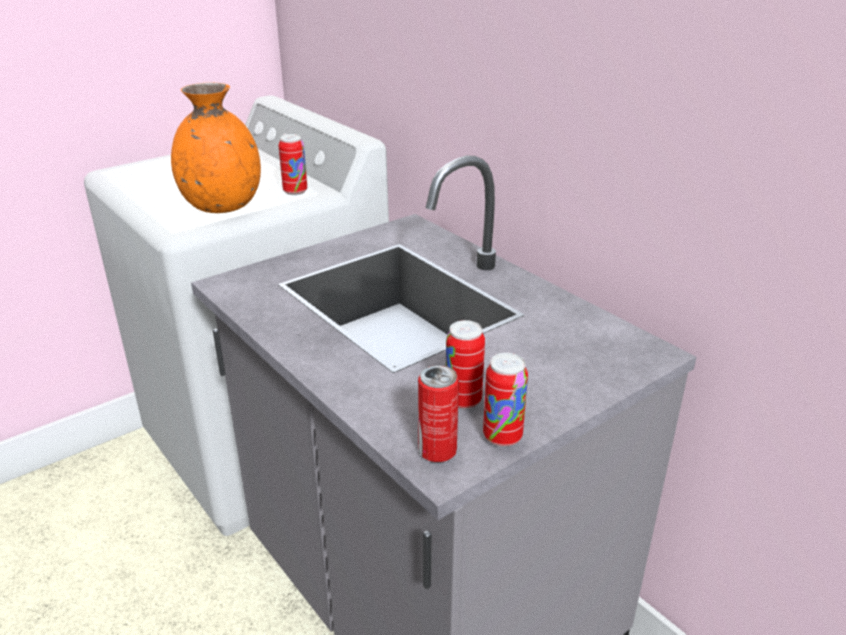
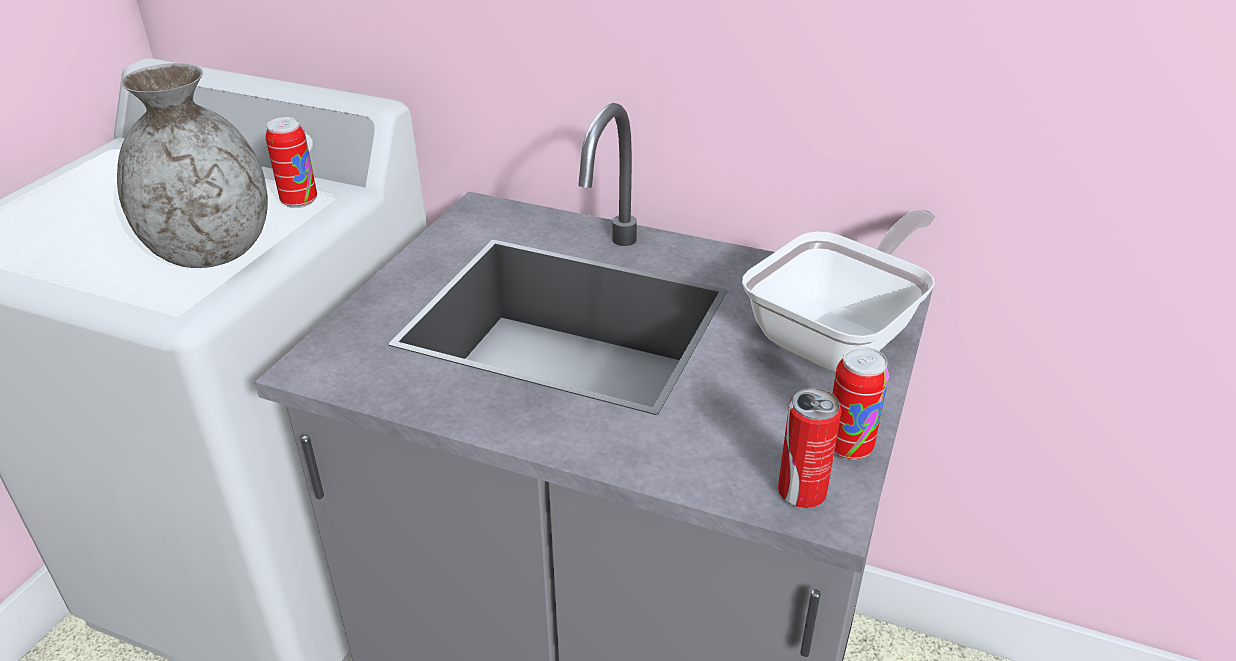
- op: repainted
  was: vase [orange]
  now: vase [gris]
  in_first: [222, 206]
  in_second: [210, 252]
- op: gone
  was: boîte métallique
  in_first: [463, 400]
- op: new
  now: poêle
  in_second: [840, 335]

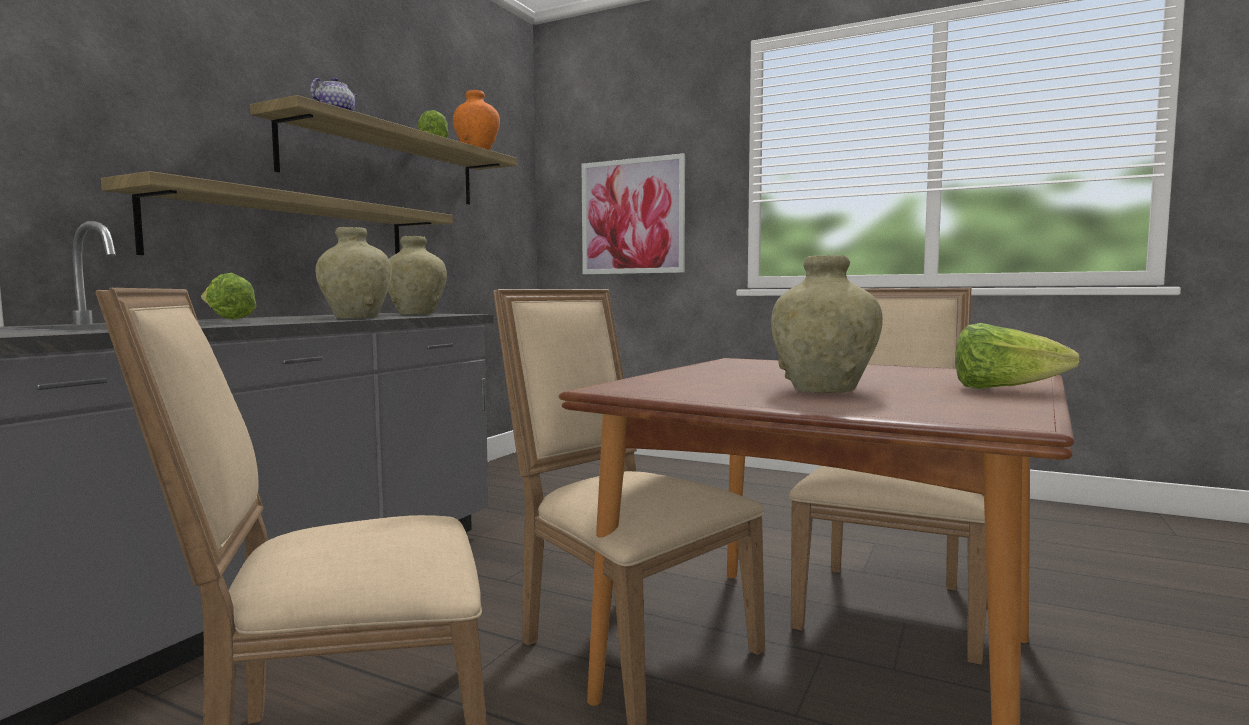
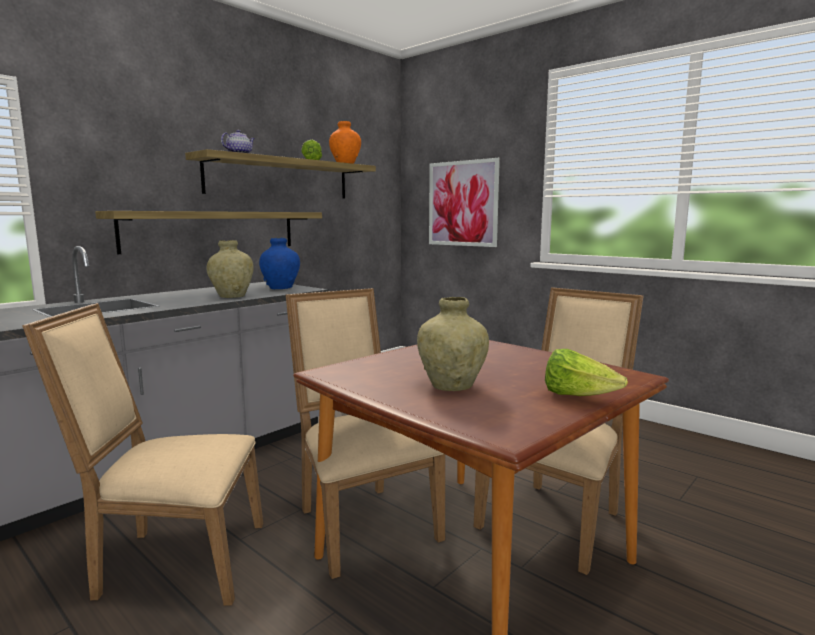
- op: repainted
  was: vase [beige]
  now: vase [bleu]
  in_first: [416, 314]
  in_second: [281, 288]
- op: gone
  was: laitue
  in_first: [226, 319]

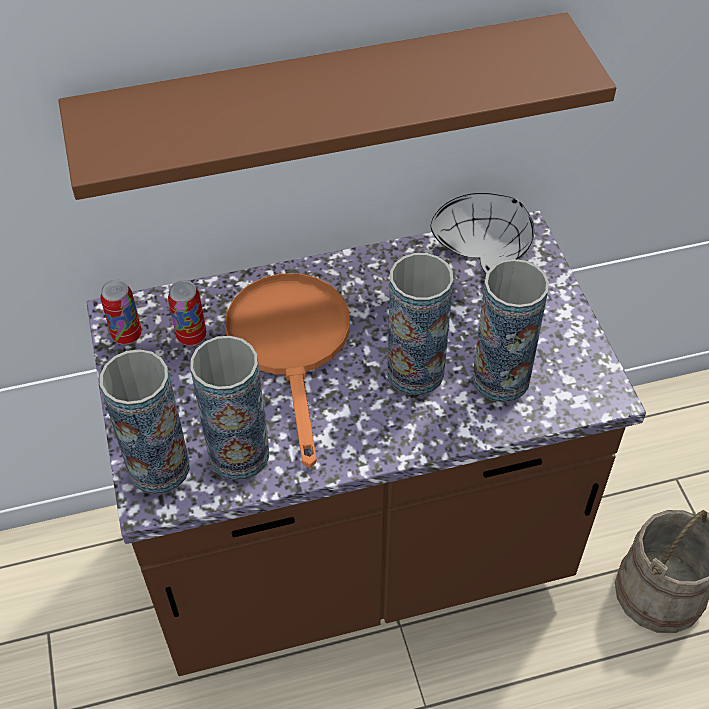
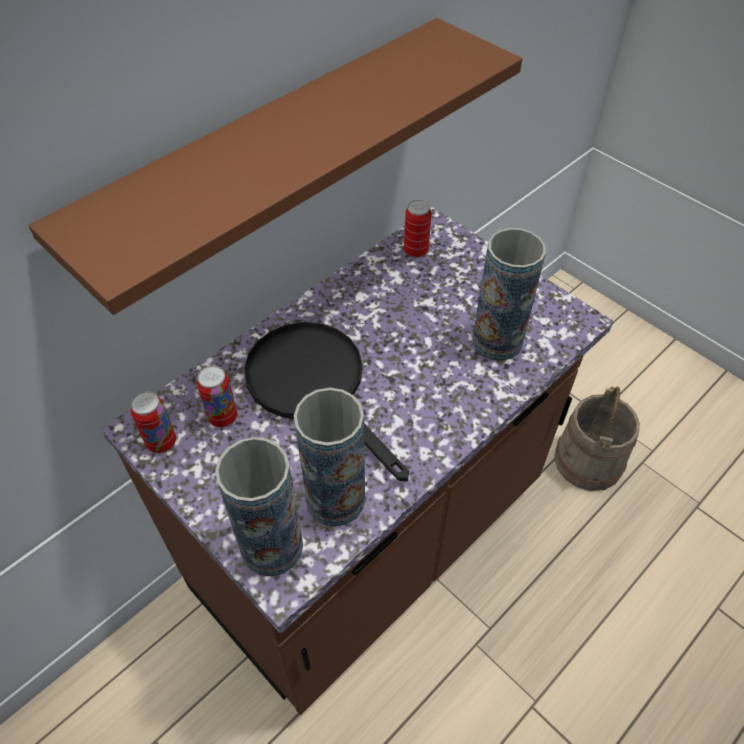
- op: swapped
  was: bol [blanc]
  now: boîte métallique
  in_first: [485, 252]
  in_second: [416, 251]
- op: gone
  was: vase
  in_first: [415, 372]
- op: repainted
  was: poêle [orange]
  now: poêle [noir]
  in_first: [292, 345]
  in_second: [316, 387]

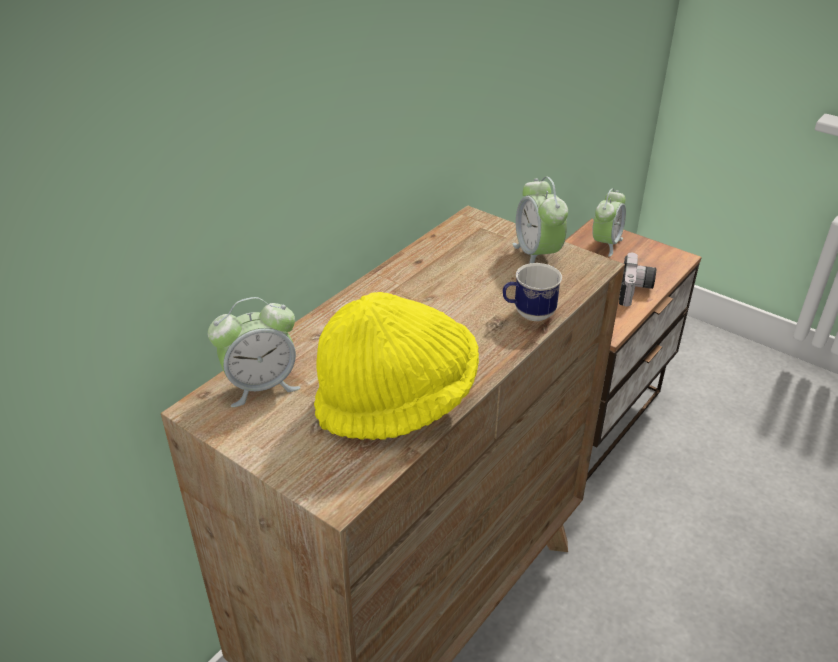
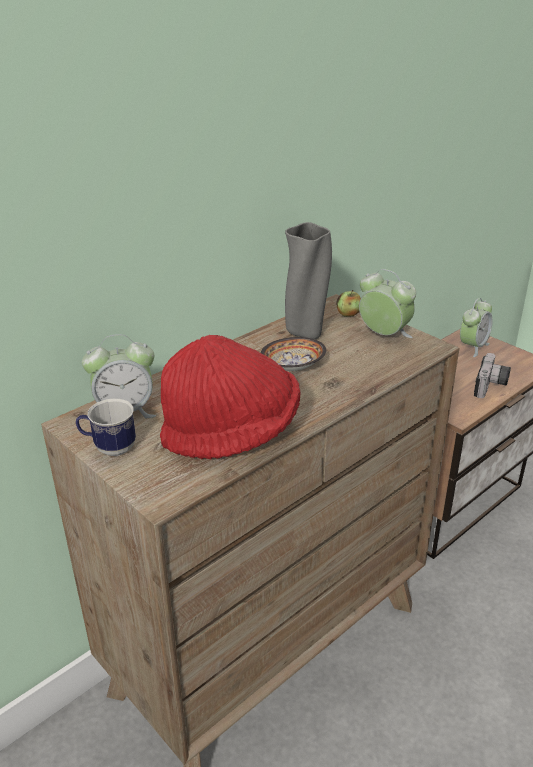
- op: rotated
  was: réveil
  in_first: [537, 255]
  in_second: [384, 335]
  clockwise: 135
- op: shifted
  was: mug
  in_first: [528, 314]
  in_second: [109, 448]
- op: repainted
  was: chapeau [jaune]
  now: chapeau [rouge]
  in_first: [397, 401]
  in_second: [231, 433]
- op: new
  now: vase [gris]
  in_second: [305, 333]
- op: new
  now: pomme
  in_second: [348, 314]
- op: new
  now: bol
  in_second: [291, 367]

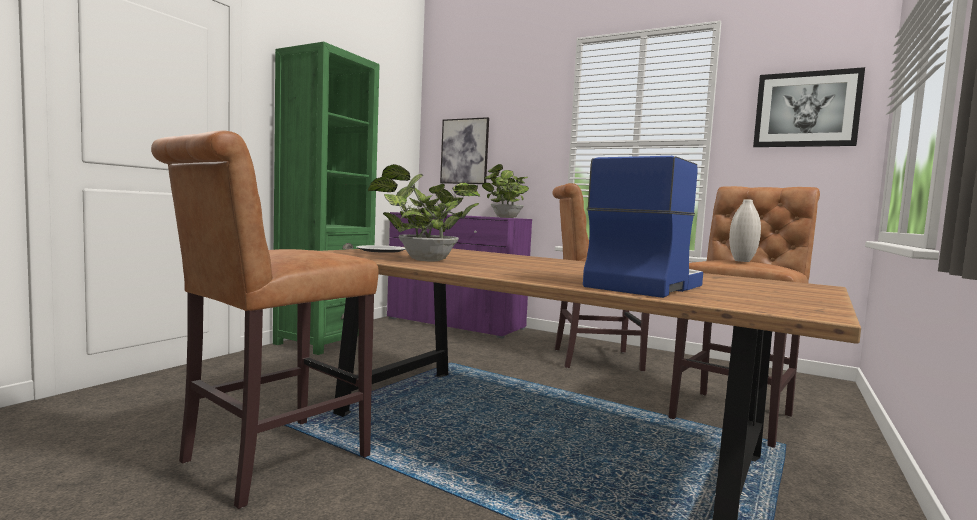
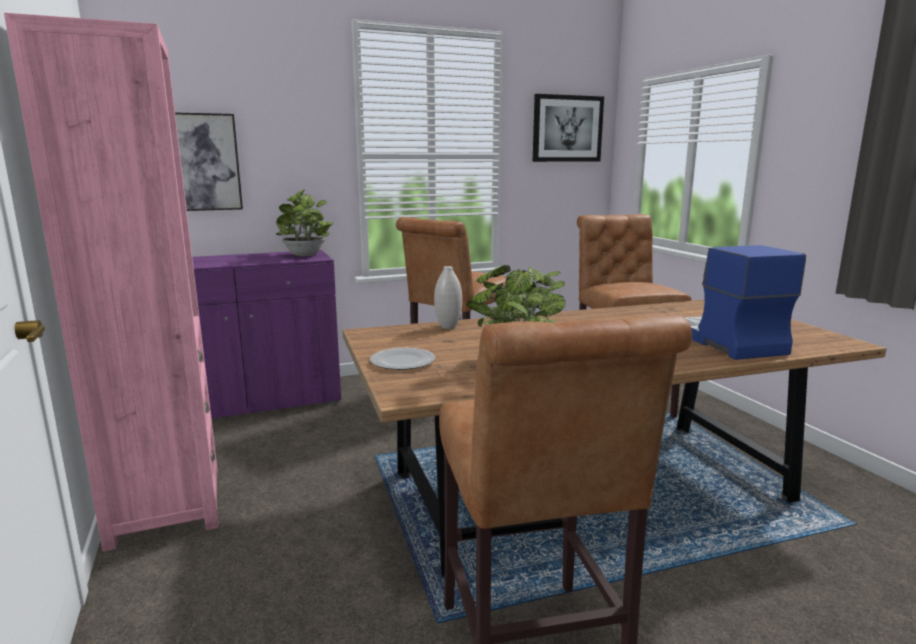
- op: repainted
  was: bibliothèque [vert]
  now: bibliothèque [rose]
  in_first: [323, 341]
  in_second: [166, 507]
- op: shifted
  was: vase [blanc]
  in_first: [742, 261]
  in_second: [448, 327]

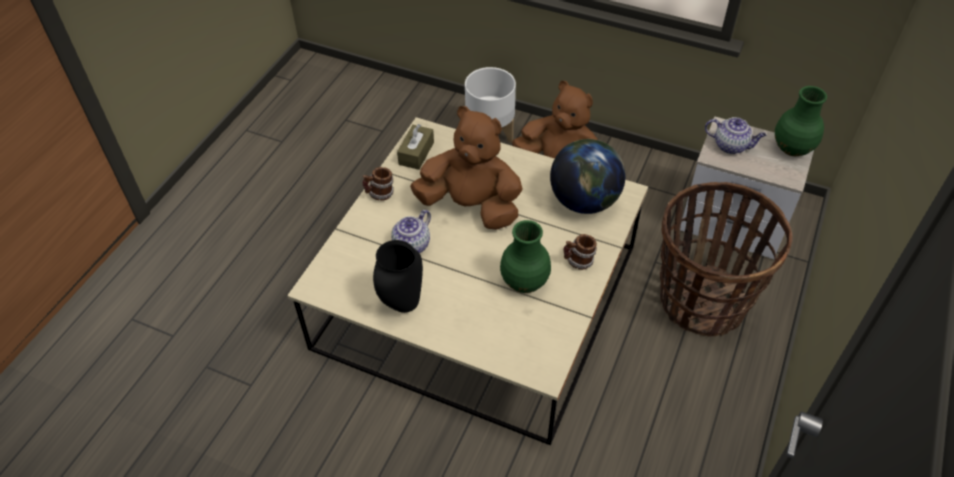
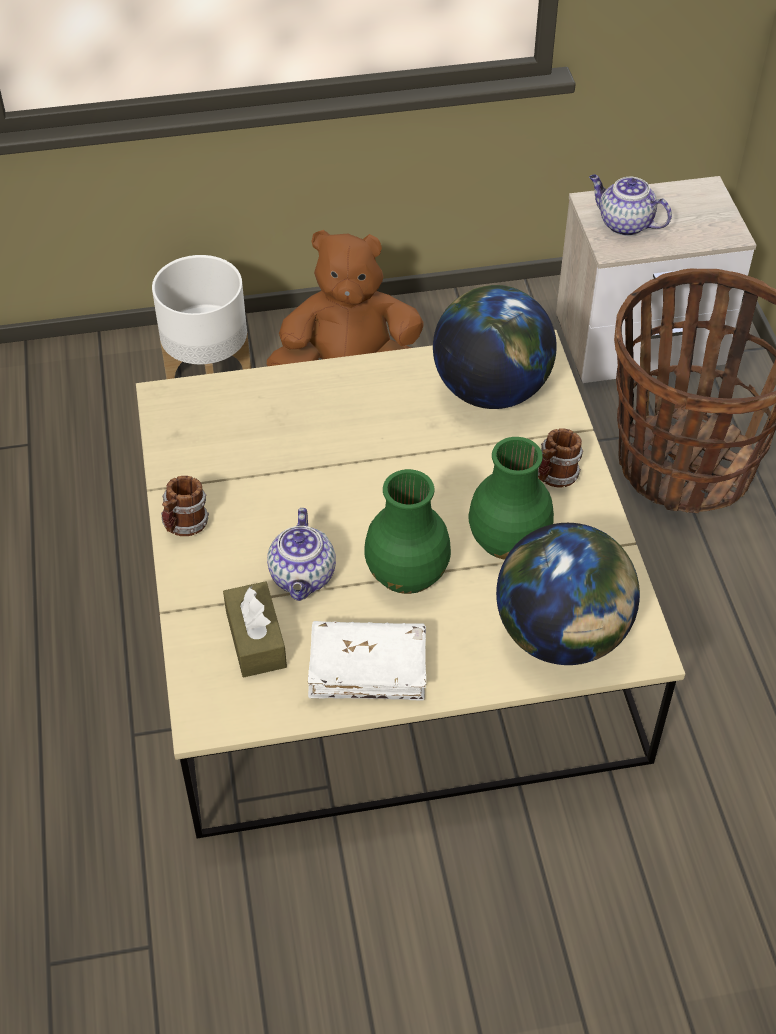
- op: shifted
  was: vase [vert]
  in_first: [791, 148]
  in_second: [405, 575]
- op: gone
  was: peluche [marron]
  in_first: [471, 206]
- op: rotated
  was: théière
  in_first: [731, 146]
  in_second: [624, 224]
  clockwise: -135
- op: shifted
  was: boîte à mouchoirs [marron]
  in_first: [416, 153]
  in_second: [256, 639]
- op: swapped
  was: vase [noir]
  now: livre [blanc]
  in_first: [403, 305]
  in_second: [368, 669]
- op: new
  now: globe
  in_second: [562, 635]

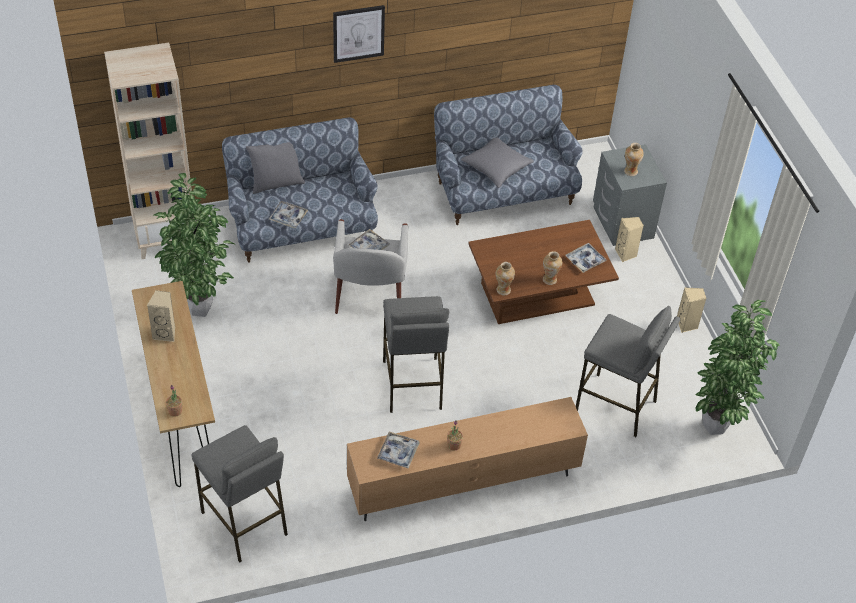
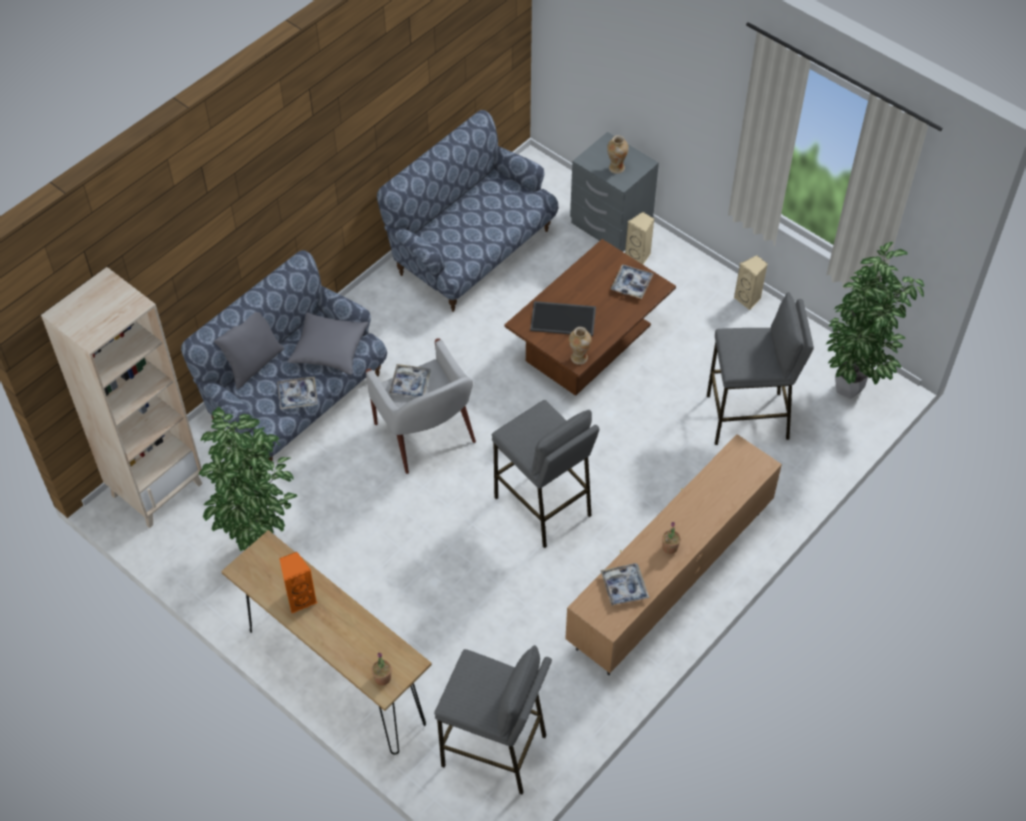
- op: gone
  was: tableau
  in_first: [358, 33]
- op: shifted
  was: coussin [gris]
  in_first: [496, 167]
  in_second: [329, 350]
- op: gone
  was: vase
  in_first: [549, 279]
- op: repainted
  was: enceinte [beige]
  now: enceinte [orange]
  in_first: [165, 333]
  in_second: [300, 598]
- op: new
  now: plateau
  in_second: [564, 318]

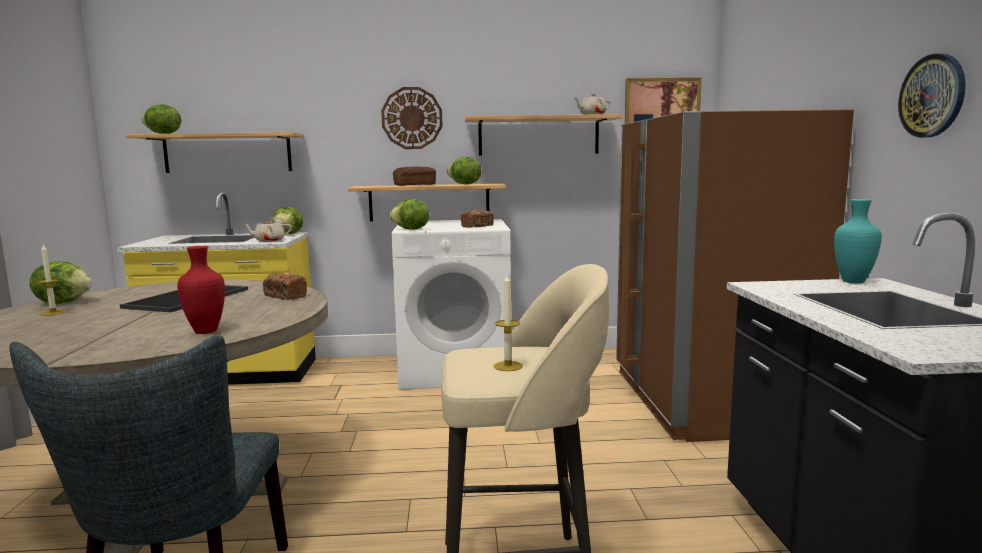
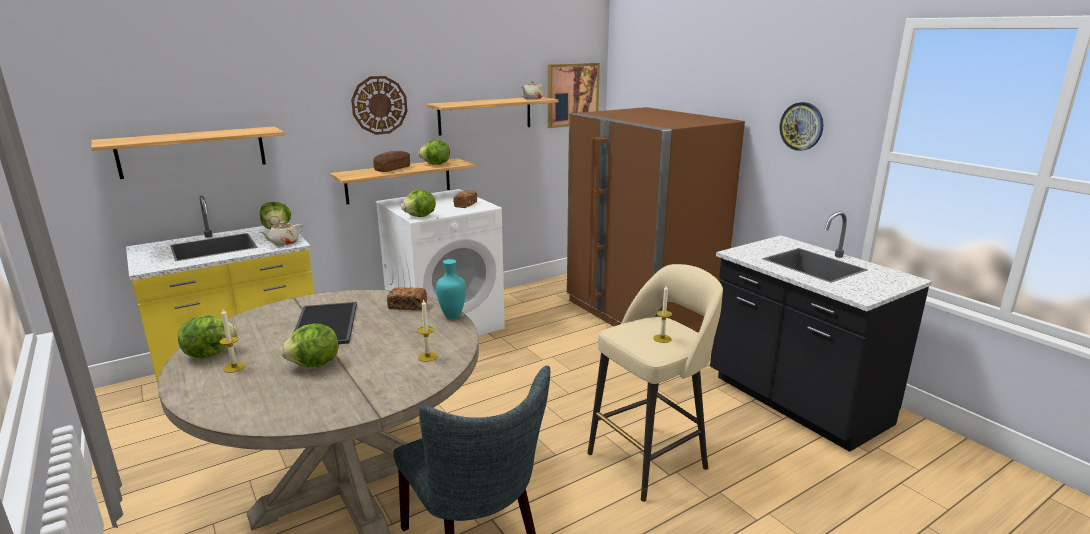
- op: shifted
  was: laitue
  in_first: [162, 134]
  in_second: [314, 365]
- op: shifted
  was: vase [turquoise]
  in_first: [853, 282]
  in_second: [452, 317]
- op: swapped
  was: vase [rouge]
  now: bougie
  in_first: [204, 332]
  in_second: [427, 357]

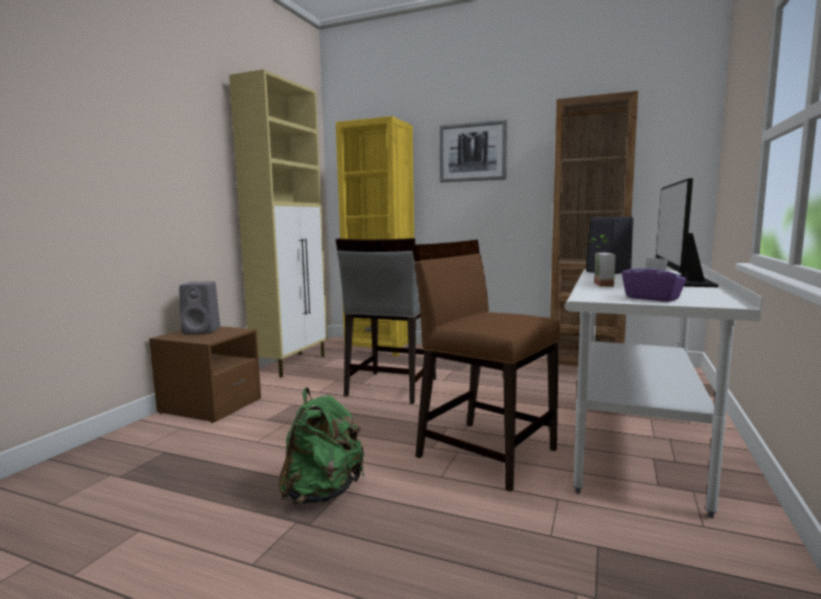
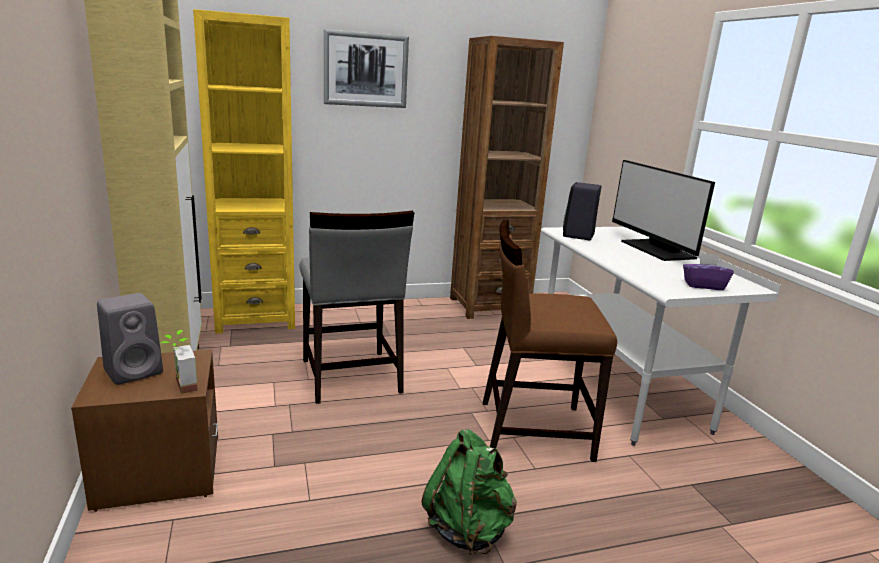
- op: shifted
  was: plante en pot
  in_first: [597, 284]
  in_second: [179, 386]

